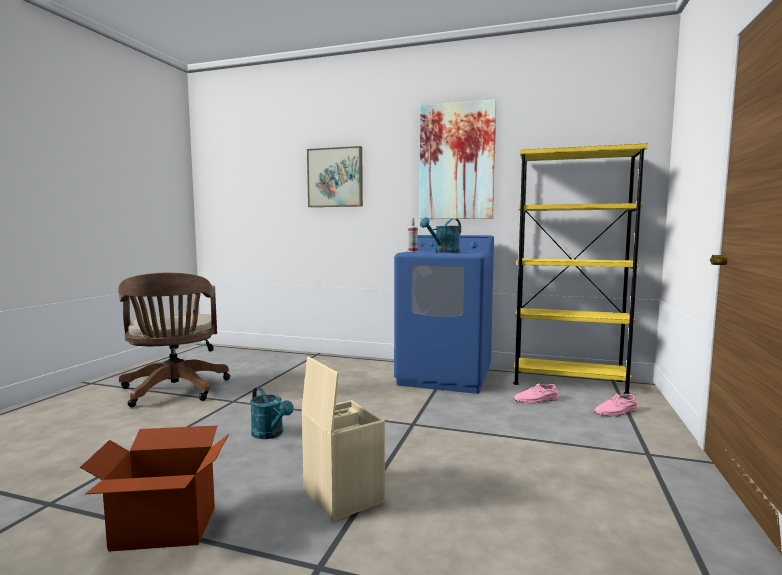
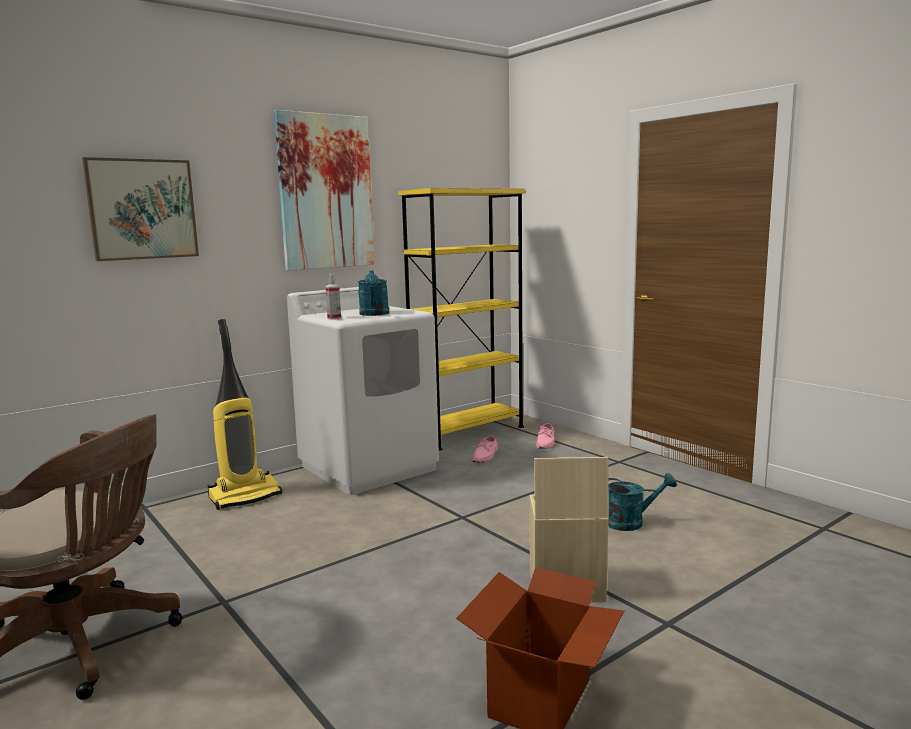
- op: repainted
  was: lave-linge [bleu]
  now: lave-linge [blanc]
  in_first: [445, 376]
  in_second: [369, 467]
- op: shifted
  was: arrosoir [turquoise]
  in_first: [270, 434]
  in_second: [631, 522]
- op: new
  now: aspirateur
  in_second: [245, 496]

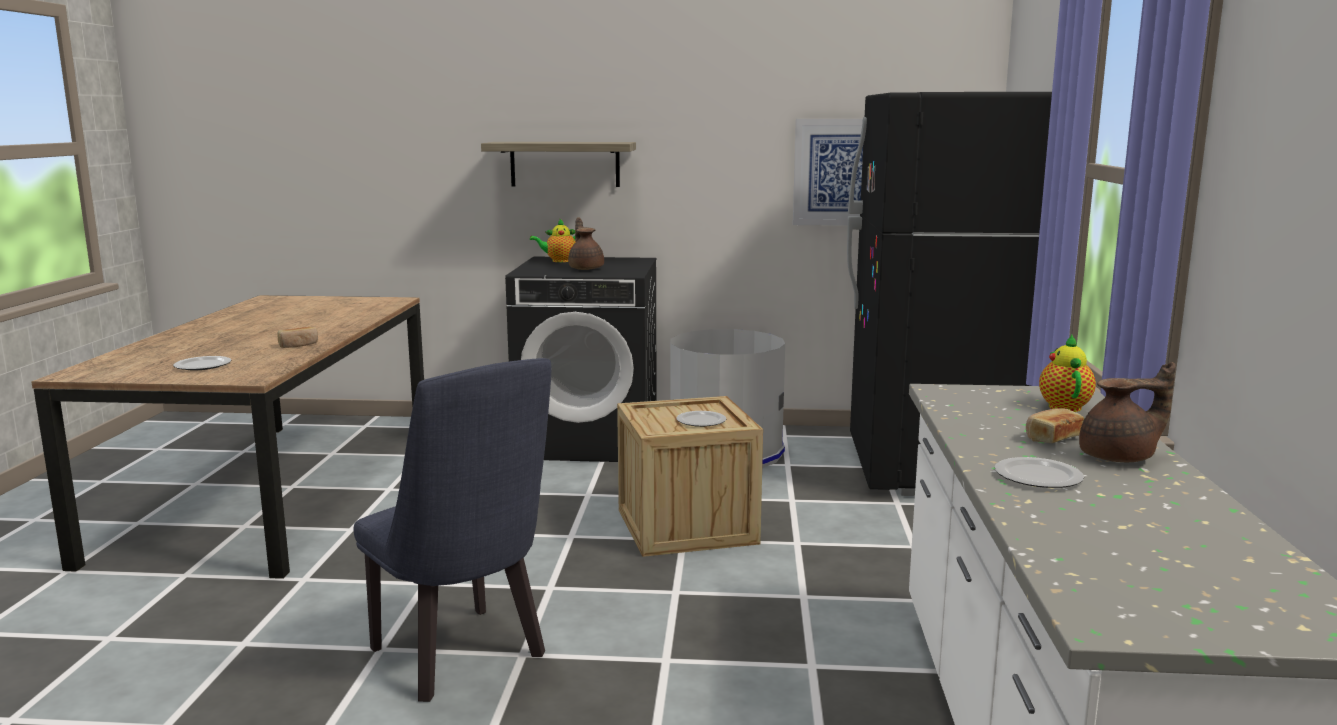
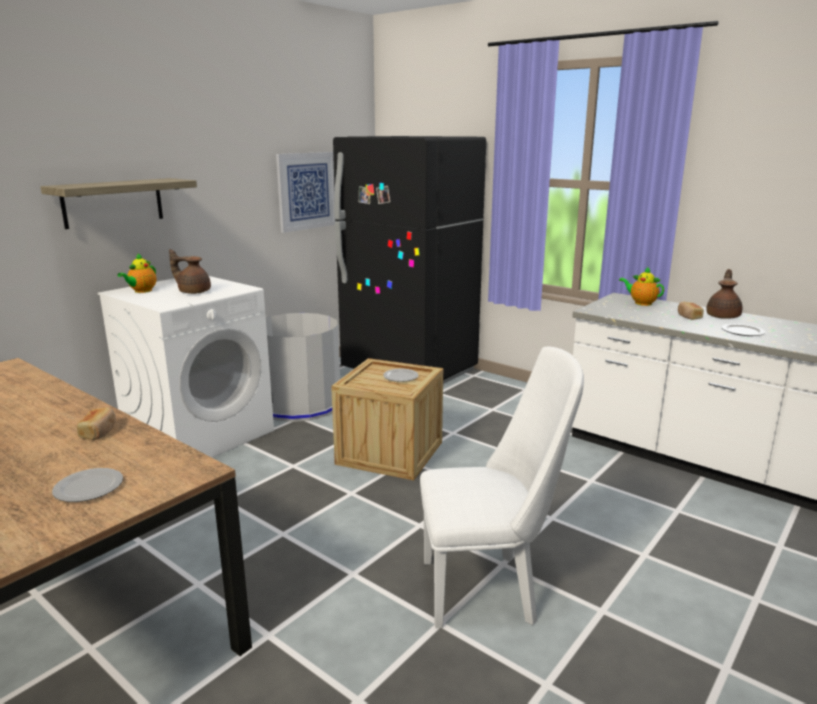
- op: repainted
  was: lave-linge [noir]
  now: lave-linge [blanc]
  in_first: [589, 441]
  in_second: [200, 434]
- op: repainted
  was: chaise [bleu]
  now: chaise [blanc]
  in_first: [464, 658]
  in_second: [488, 589]

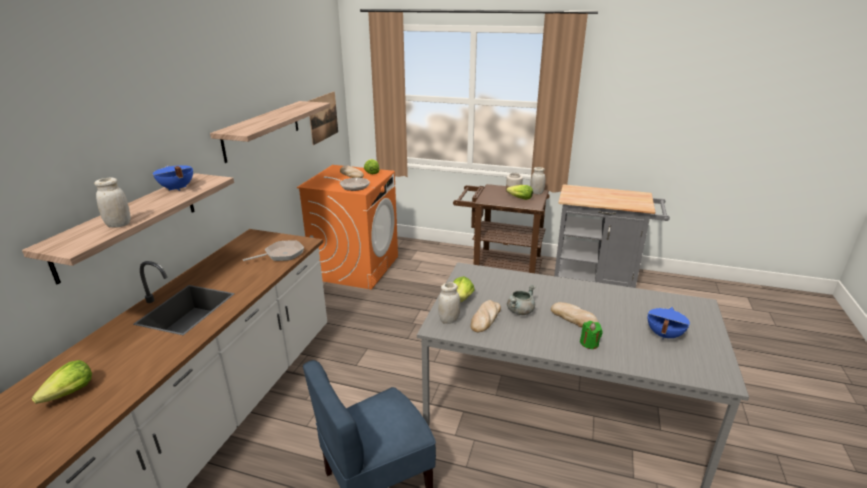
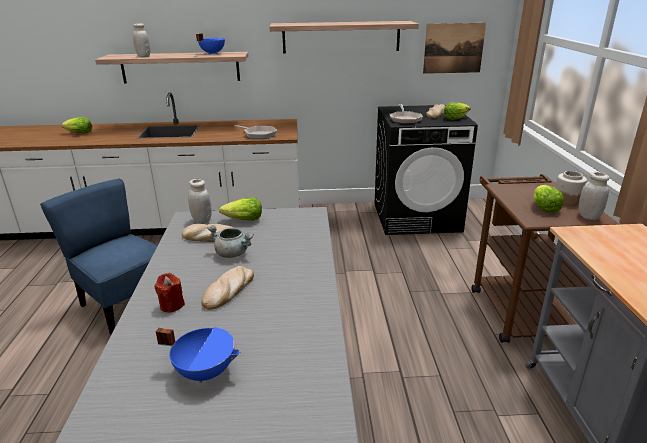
- op: repainted
  was: lave-linge [orange]
  now: lave-linge [noir]
  in_first: [356, 267]
  in_second: [416, 217]
- op: repainted
  was: bougie [vert]
  now: bougie [rouge]
  in_first: [589, 343]
  in_second: [172, 305]

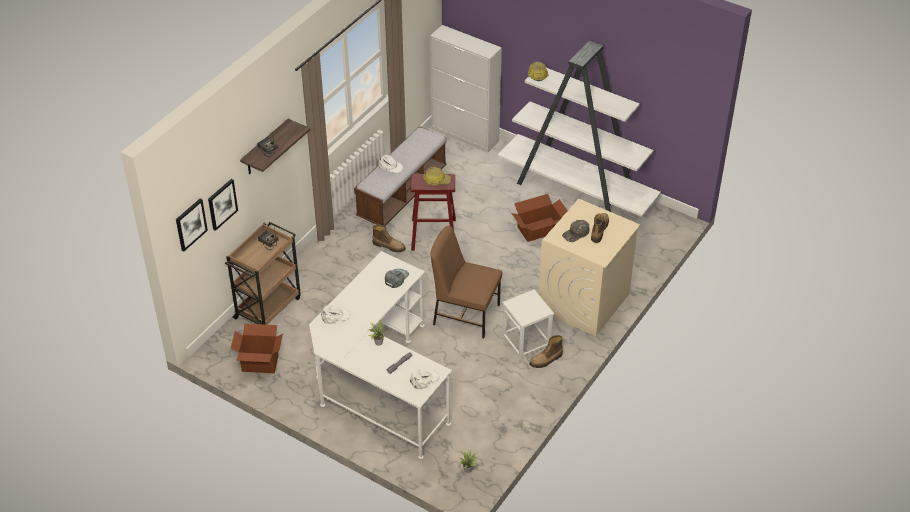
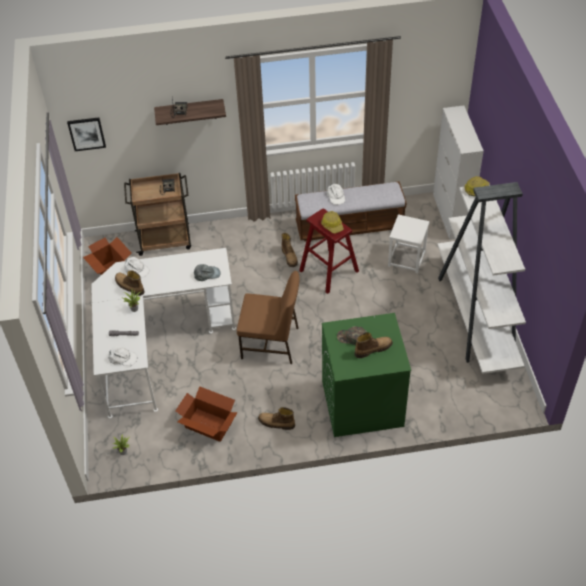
- op: gone
  was: tableau
  in_first: [222, 204]
- op: shifted
  was: carton
  in_first: [539, 229]
  in_second: [208, 425]
- op: repainted
  was: lave-linge [beige]
  now: lave-linge [vert]
  in_first: [583, 302]
  in_second: [362, 404]
- op: rotated
  was: chaise [marron]
  in_first: [465, 314]
  in_second: [271, 343]
  clockwise: 120
- op: shifted
  was: tabouret [blanc]
  in_first: [526, 341]
  in_second: [407, 259]
- op: new
  now: botte
  in_second: [129, 286]

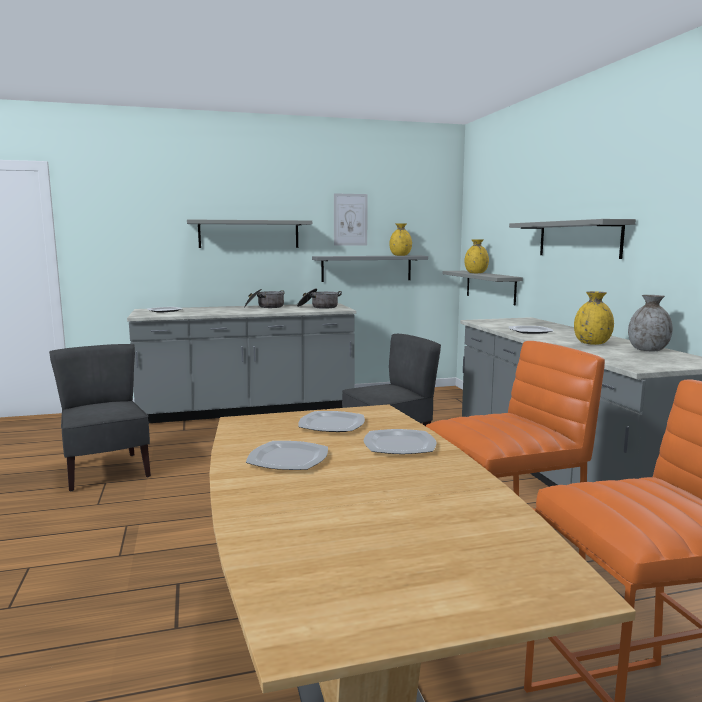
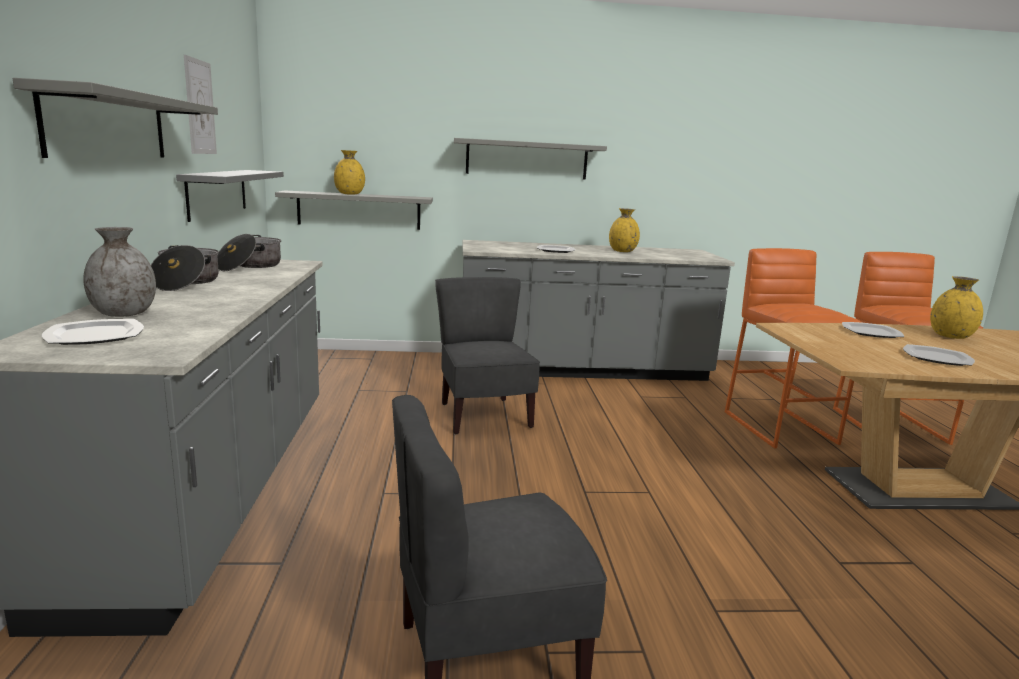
- op: shifted
  was: vase [jaune]
  in_first: [400, 255]
  in_second: [950, 336]
- op: shifted
  was: vase [gris]
  in_first: [648, 350]
  in_second: [124, 314]
- op: gone
  was: assiette
  in_first: [332, 425]

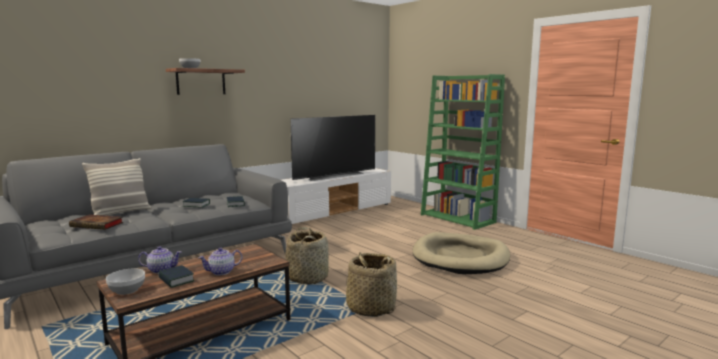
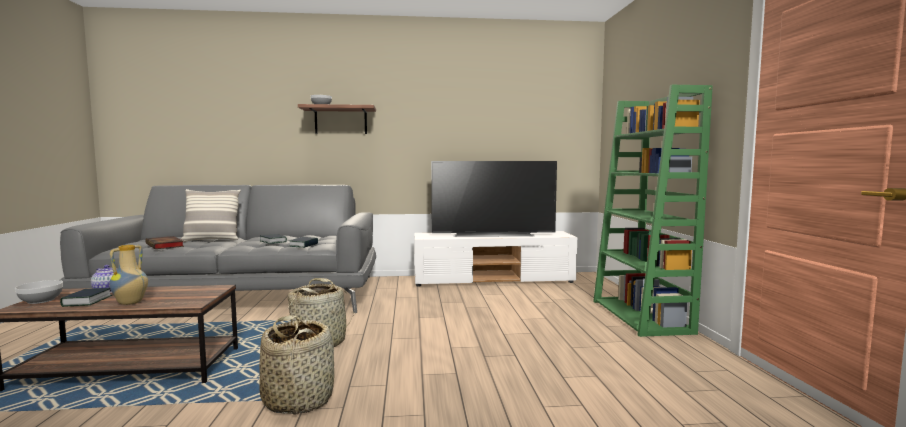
- op: gone
  was: panier pour chien [beige]
  in_first: [460, 257]
- op: swapped
  was: théière
  now: vase
  in_first: [222, 272]
  in_second: [131, 303]

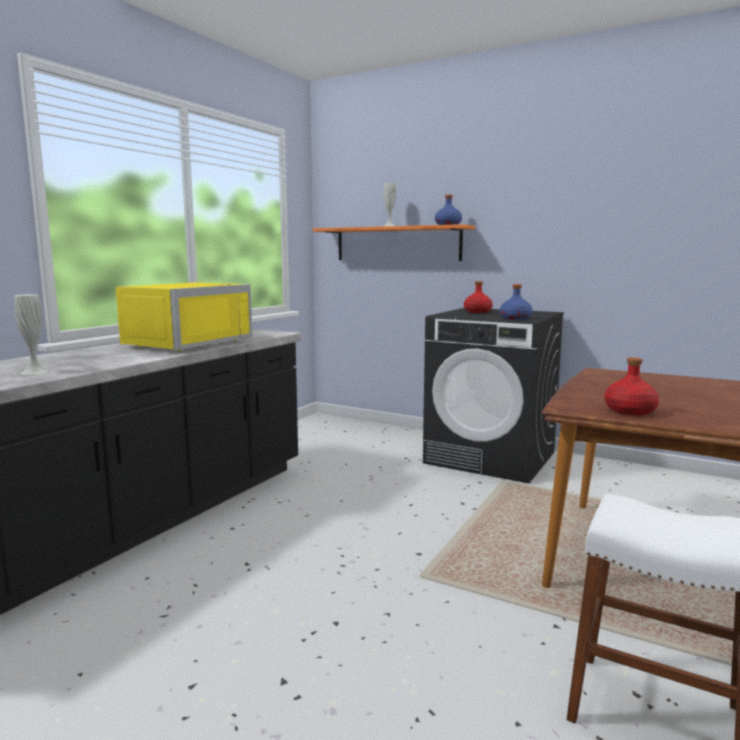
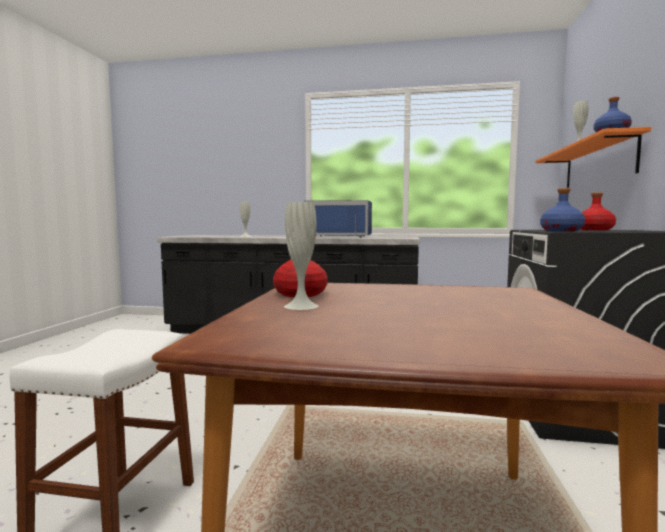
- op: repainted
  was: micro-ondes [jaune]
  now: micro-ondes [bleu]
  in_first: [183, 343]
  in_second: [341, 236]
- op: new
  now: vase [blanc]
  in_second: [301, 306]

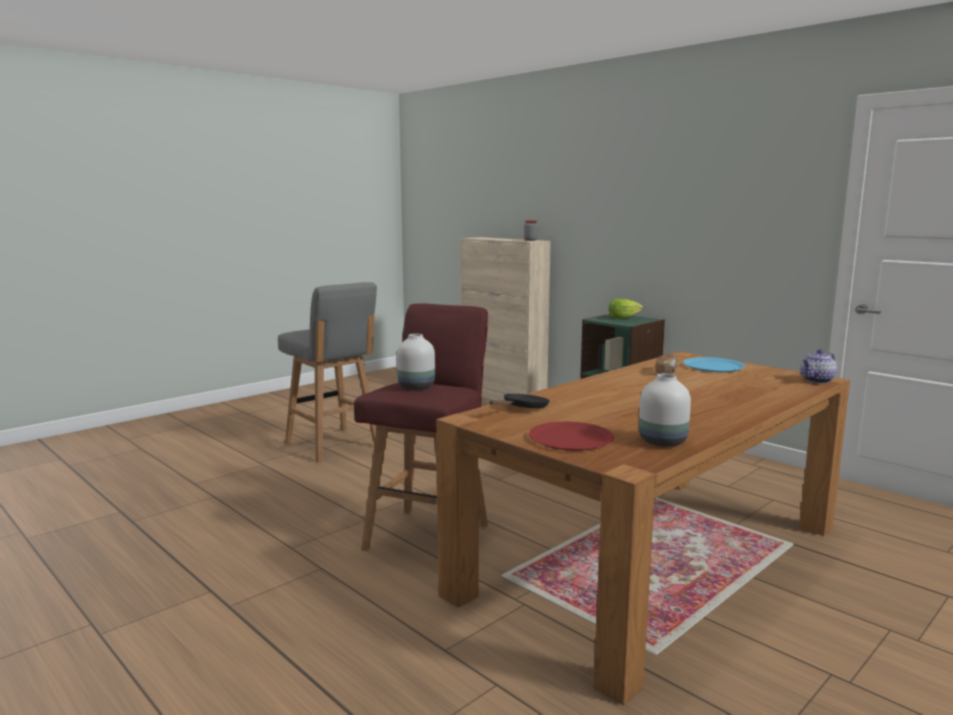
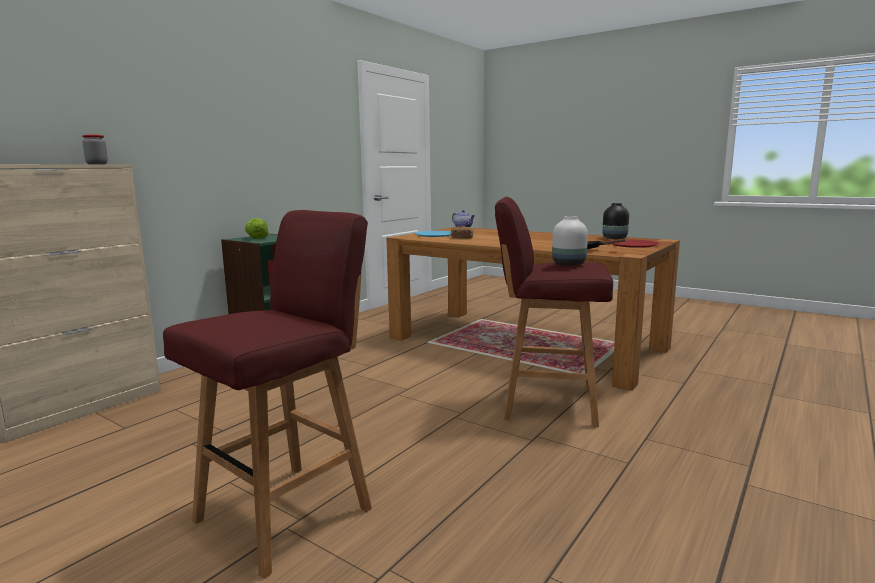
- op: repainted
  was: tabouret [gris]
  now: tabouret [rouge]
  in_first: [333, 445]
  in_second: [288, 512]
- op: repainted
  was: vase [blanc]
  now: vase [noir]
  in_first: [662, 441]
  in_second: [614, 238]

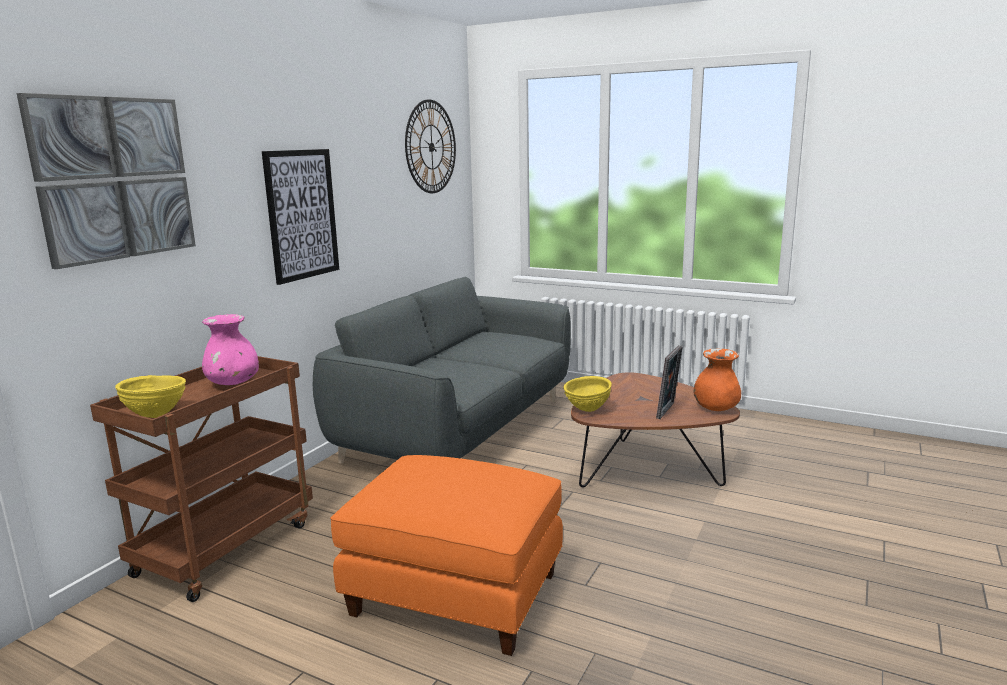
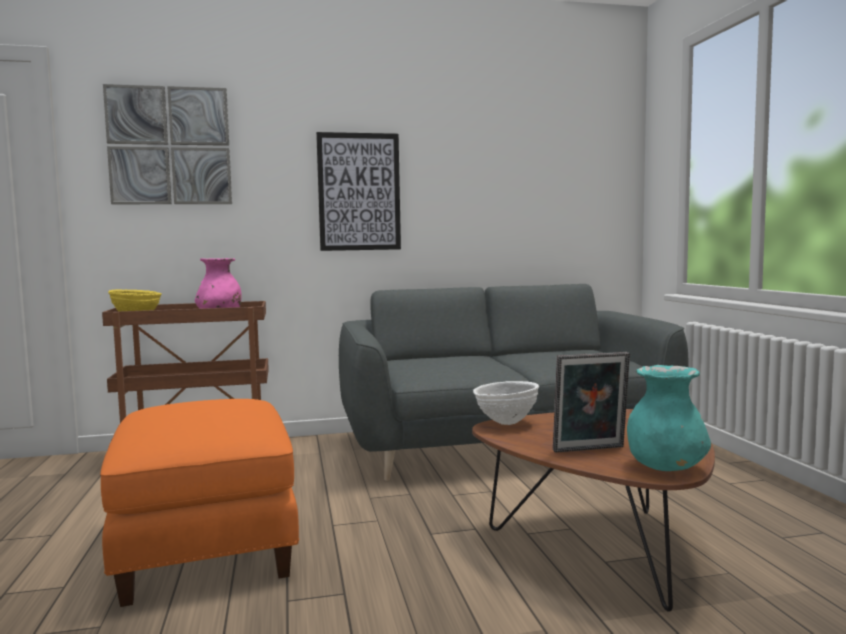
- op: gone
  was: horloge murale
  in_first: [431, 147]
- op: repainted
  was: vase [orange]
  now: vase [turquoise]
  in_first: [716, 408]
  in_second: [665, 468]
- op: repainted
  was: bol [jaune]
  now: bol [blanc]
  in_first: [587, 410]
  in_second: [506, 423]

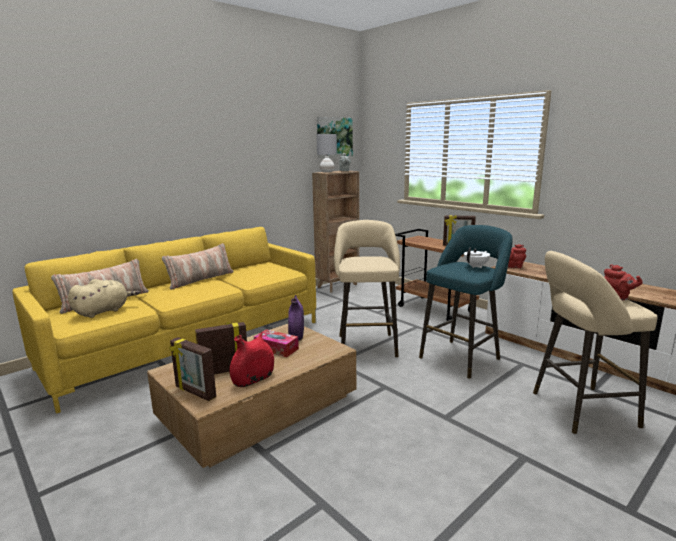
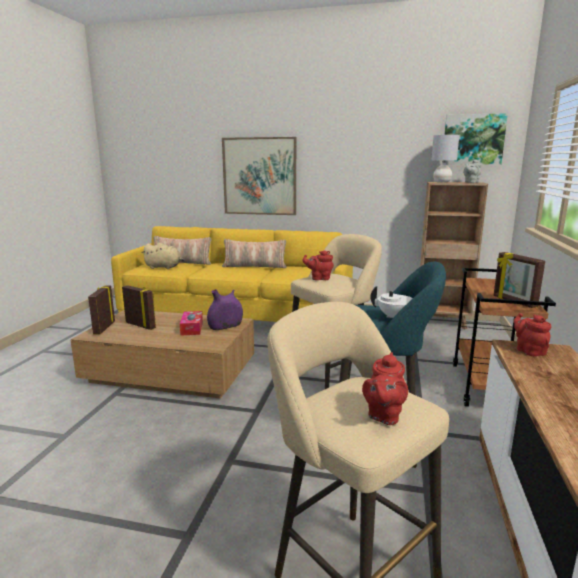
- op: gone
  was: vase [rouge]
  in_first: [253, 379]
- op: new
  now: tableau
  in_second: [259, 176]
- op: new
  now: théière [rouge]
  in_second: [319, 278]

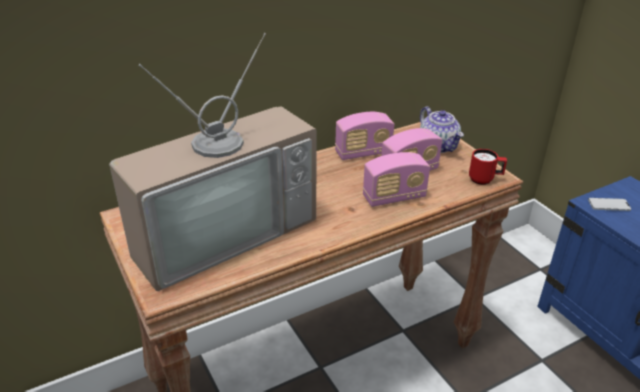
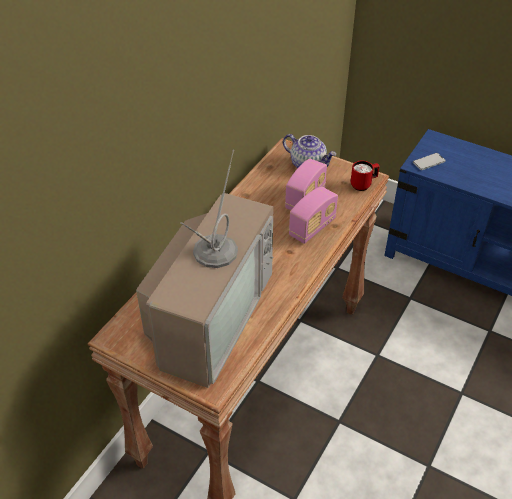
- op: gone
  was: radio
  in_first: [363, 153]

